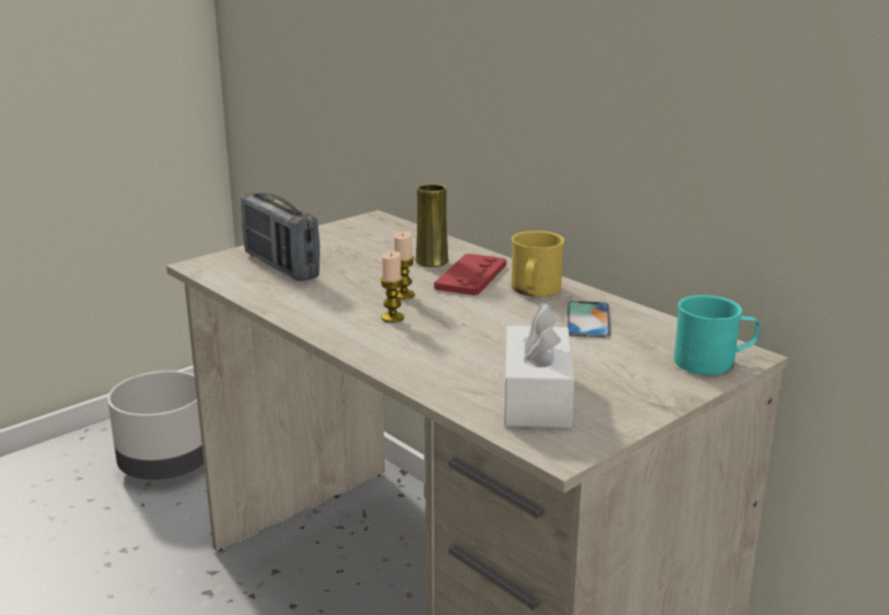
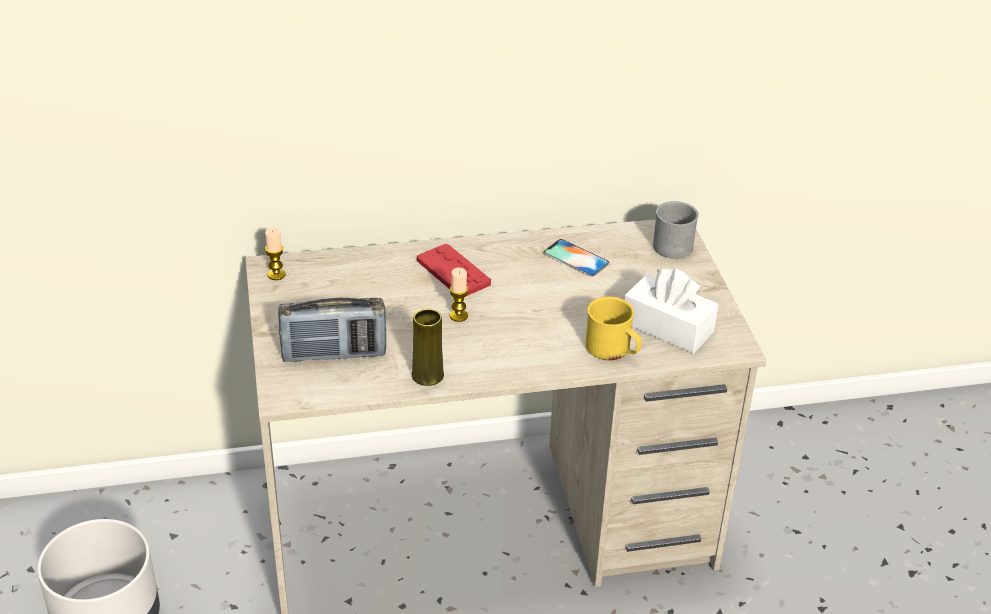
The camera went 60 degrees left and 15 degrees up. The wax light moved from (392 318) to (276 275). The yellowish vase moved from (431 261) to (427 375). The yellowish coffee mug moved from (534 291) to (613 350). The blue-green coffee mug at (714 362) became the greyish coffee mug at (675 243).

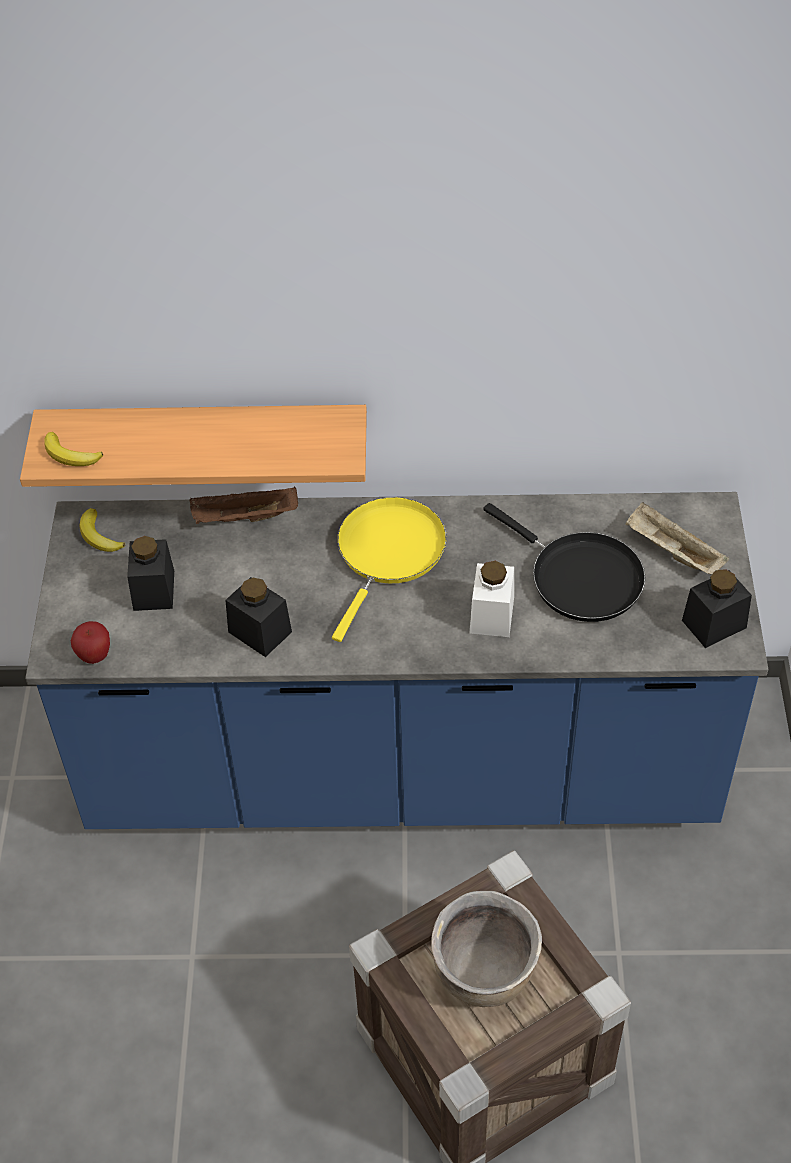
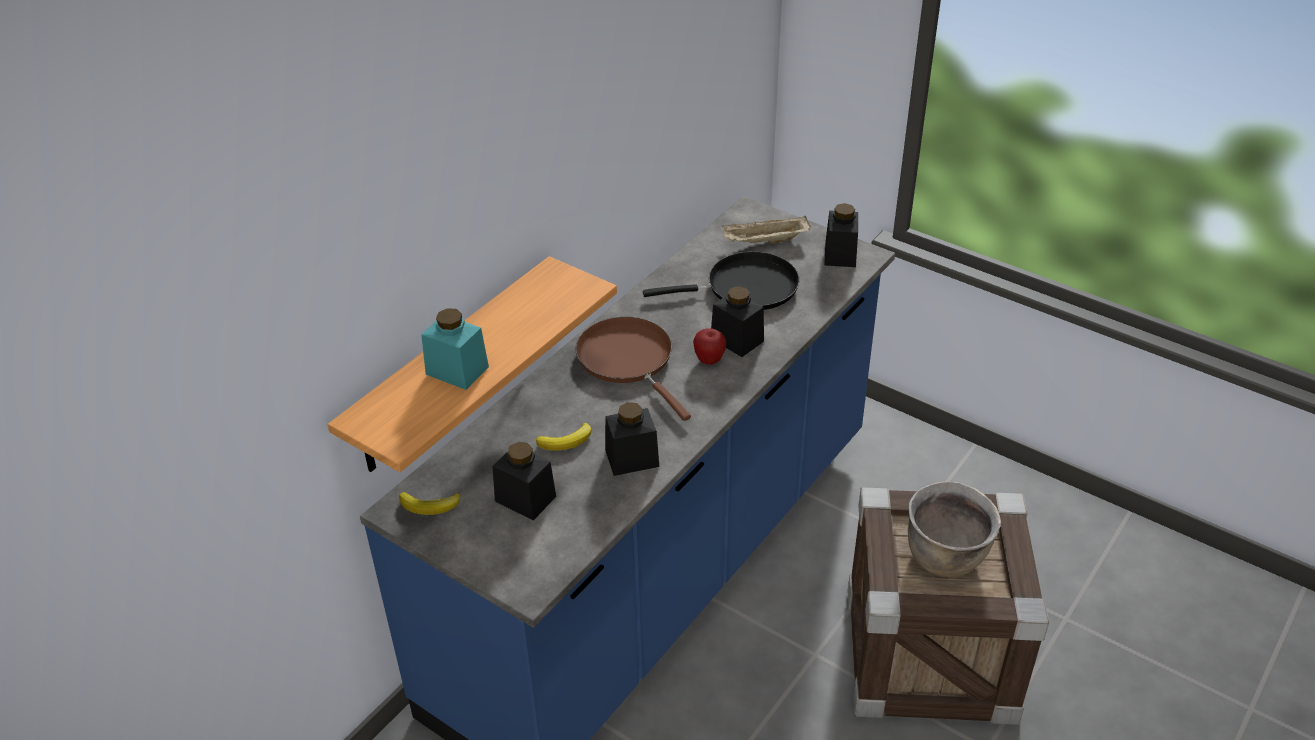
The camera went 55 degrees left and 10 degrees down. The whole banana moved from (71 455) to (567 441). The apple moved from (95 656) to (709 360). The brown-coloured tray at (244 518) disappeared. The yellowish pan at (388 553) became the brown-coloured pan at (628 360). The white-coloured storage jar at (491 615) became the black-coloured storage jar at (737 340). The blue-green storage jar at (457 370) appeared.

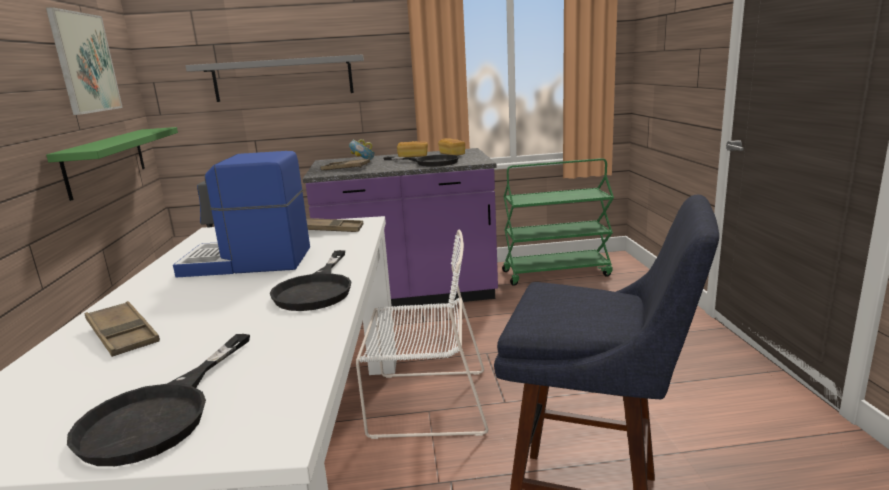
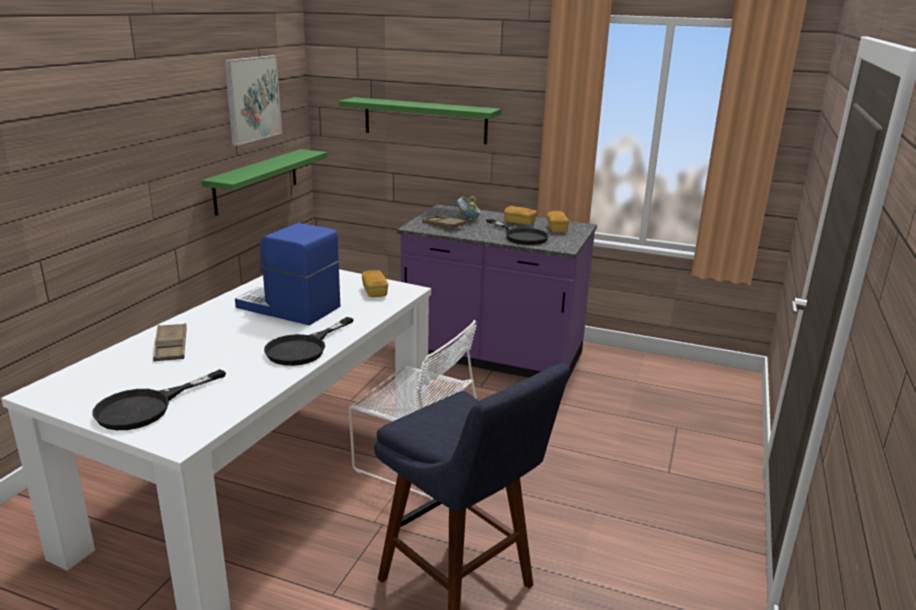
The camera went 25 degrees right and 5 degrees up. The greyish wall shelf at (283 78) became the green wall shelf at (425 120). The brown-coloured tray at (331 230) was replaced by the bakery bread at (375 292). The green trolley at (556 273) disappeared.

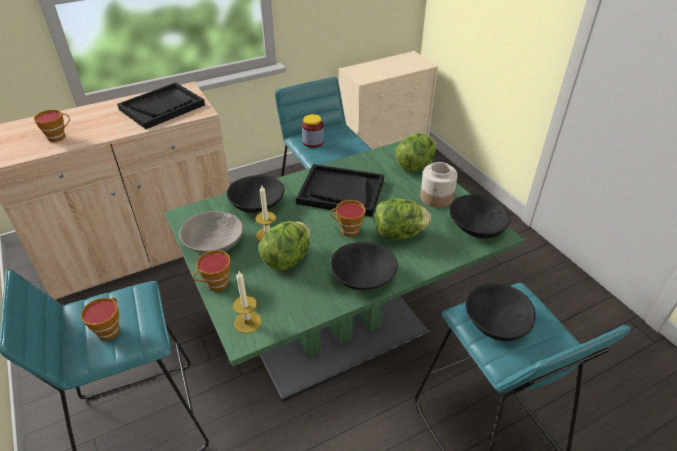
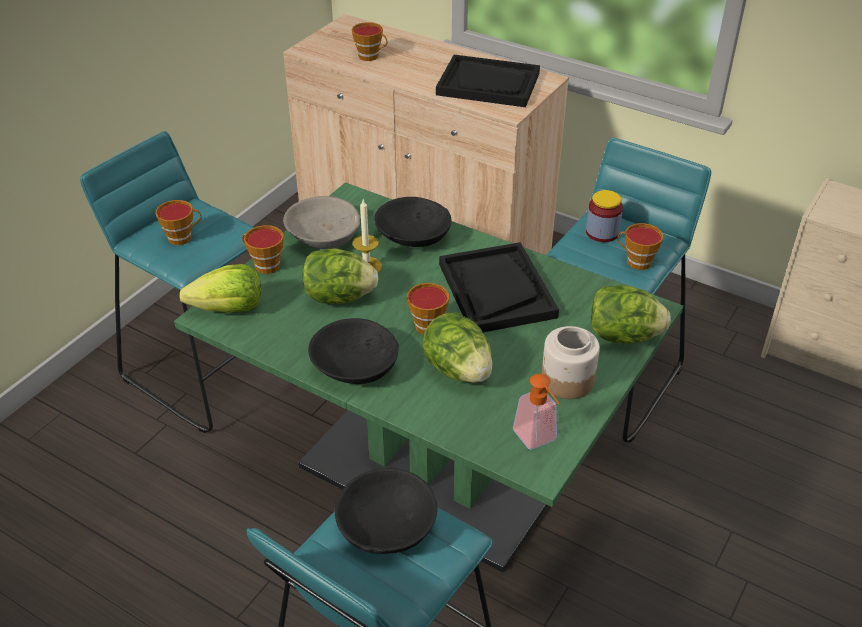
The camera went 60 degrees right and 0 degrees up. The wax light at (247 322) was replaced by the lettuce head at (228 309). The black-coloured bowl at (476 226) was replaced by the liquid soap bottle at (538 440). The drinking cup at (635 262) appeared.

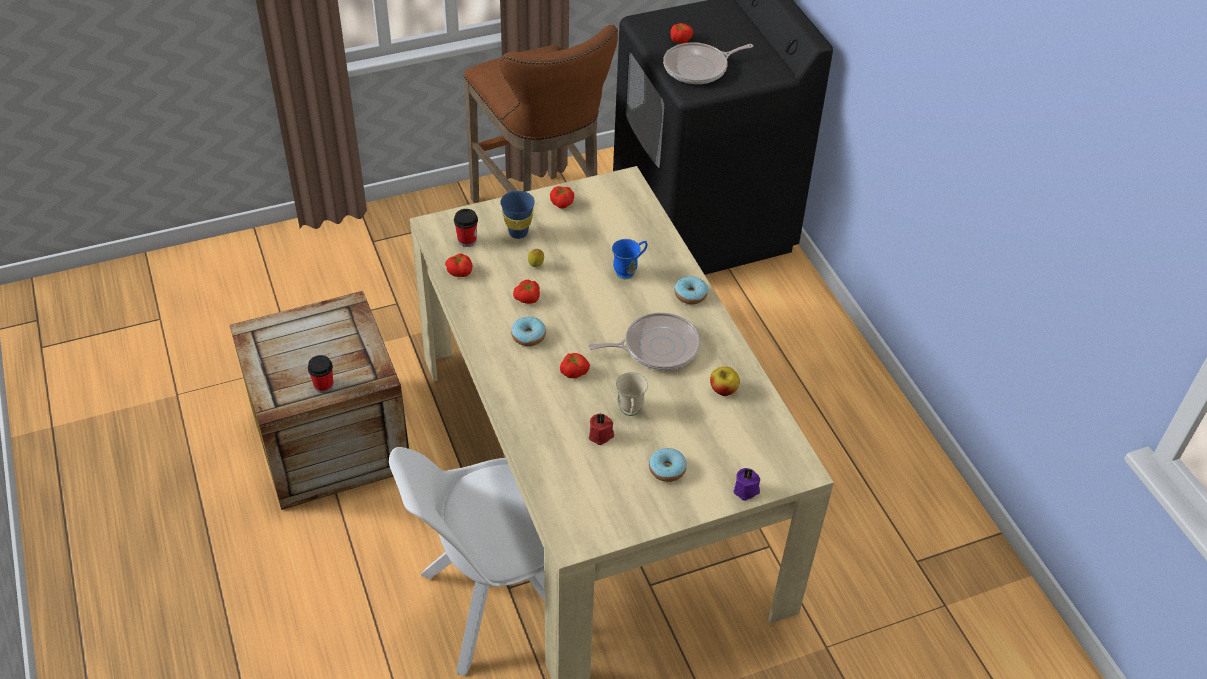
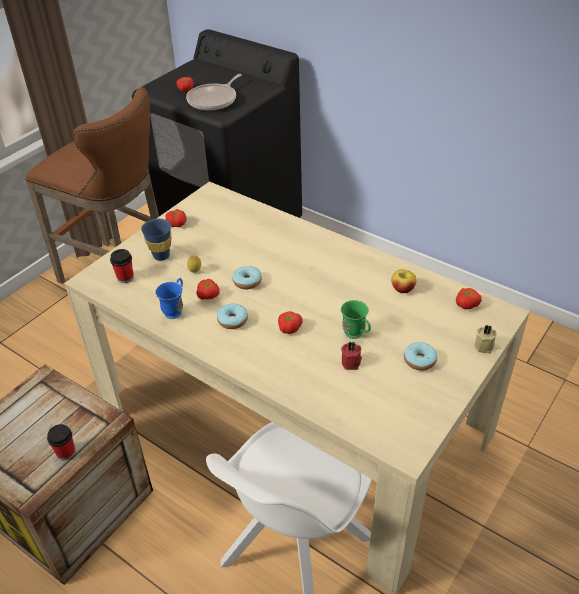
The camera went 30 degrees left and 5 degrees down. The tomato moved from (460 271) to (466 304). The pan at (656 347) disappeared. The bluish coffee mug moved from (629 271) to (175 310). The beige-coloured coffee mug at (630 412) became the green coffee mug at (356 335). The ring doughnut moved from (690 295) to (247 282). The purple wax light at (746 490) became the beige-coloured wax light at (484 346).

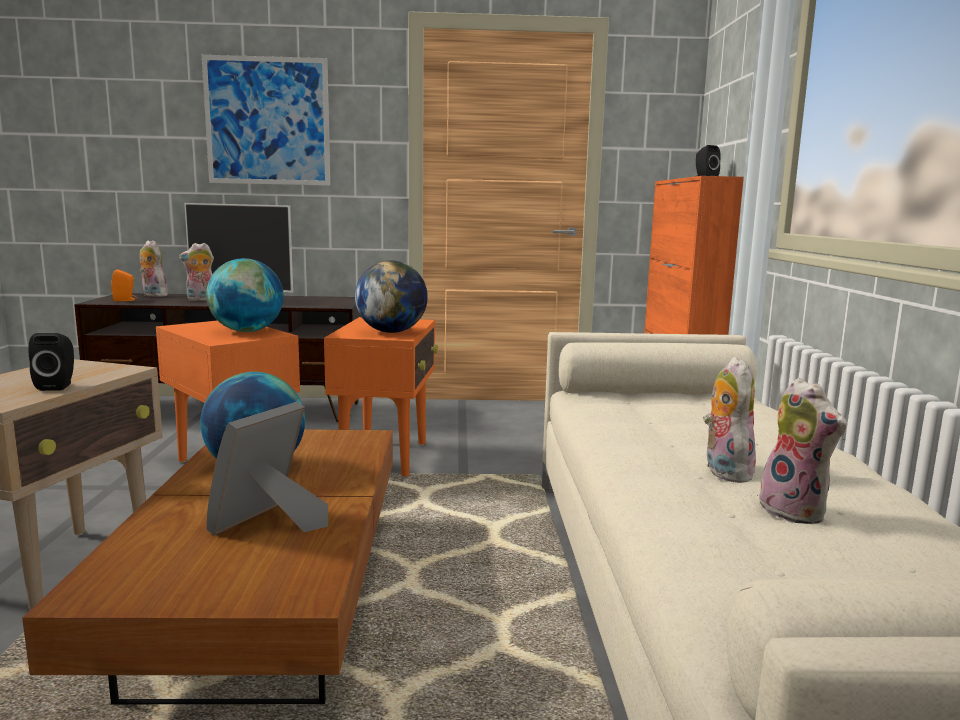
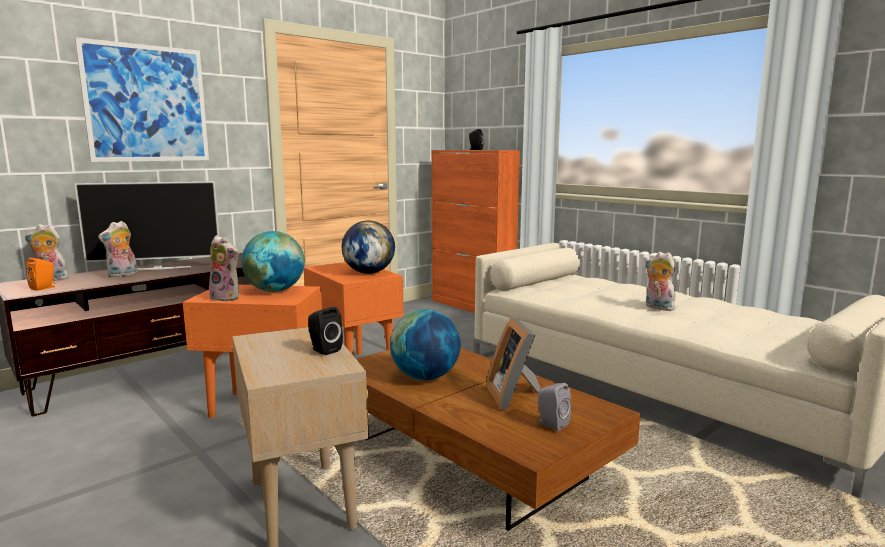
The camera went 40 degrees left and 0 degrees up. The soft toy moved from (796 512) to (227 297). The greyish loudspeaker at (551 424) appeared.

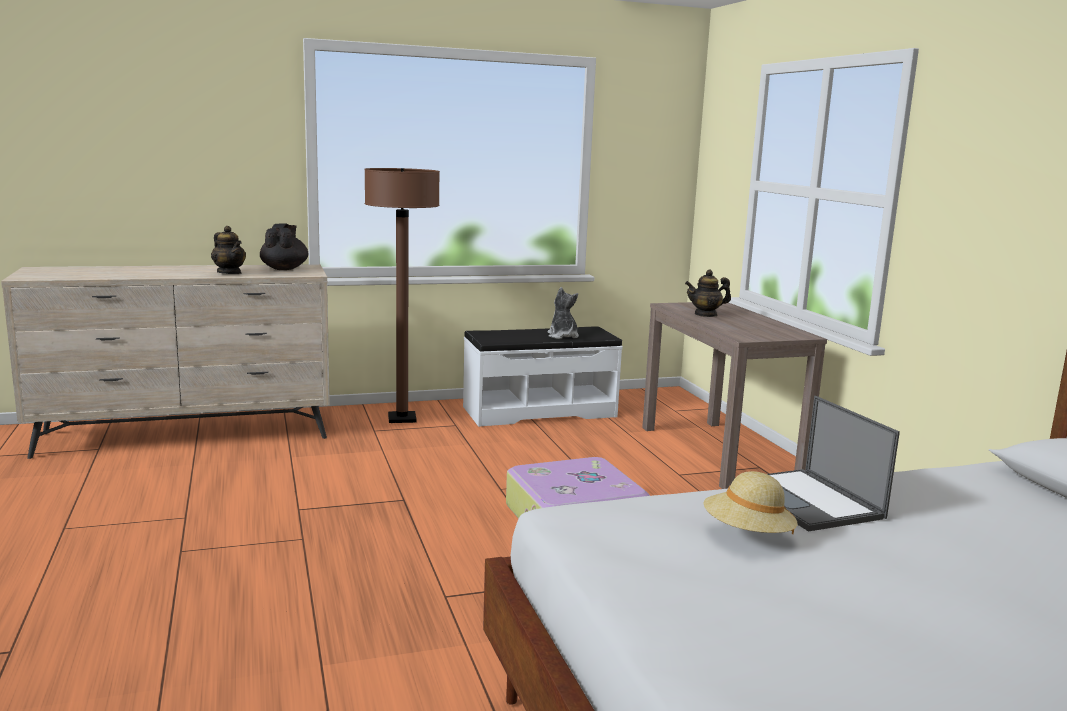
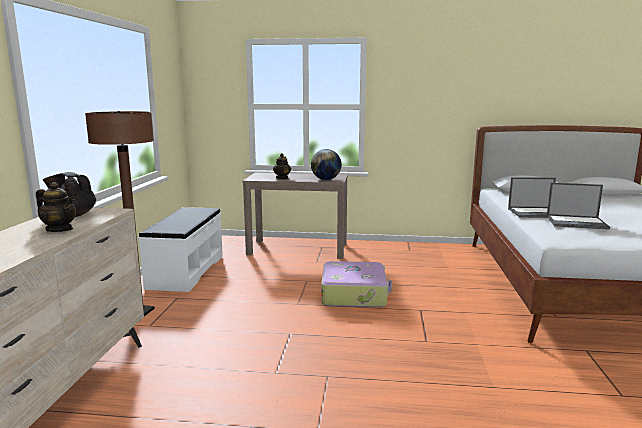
The camera went 65 degrees left and 0 degrees up. The pot for tea at (229 273) turned 45 degrees clockwise. The soft toy at (562 336) disappeared. The beige-coloured clothing hat at (747 534) was replaced by the laptop at (577 222). The desk globe at (326 179) appeared.

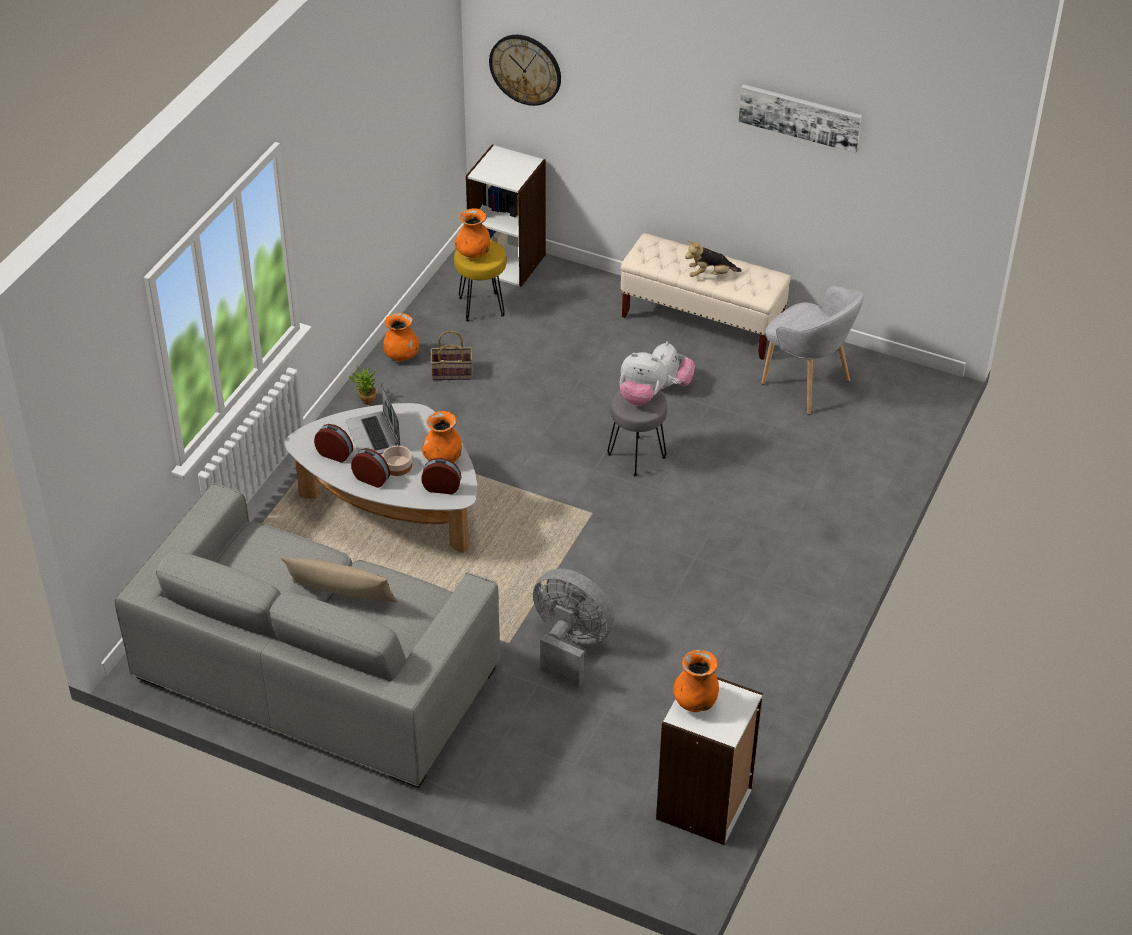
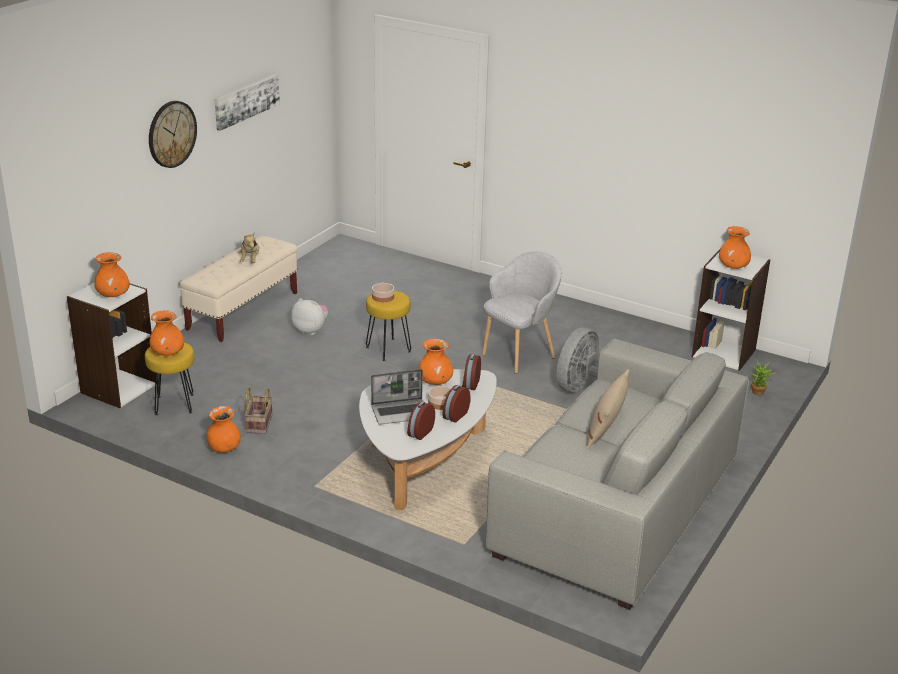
The camera went 85 degrees left and 15 degrees down. The plant in a pot moved from (365 401) to (759 393). The hanging clock moved from (525 69) to (171 134). The greyish stool at (636 455) became the yellowish stool at (387 349). The soft toy at (640 396) was replaced by the bowl at (383 297). The greyish lounge chair moved from (807 385) to (519 355). The orangey vase at (113 295) appeared.

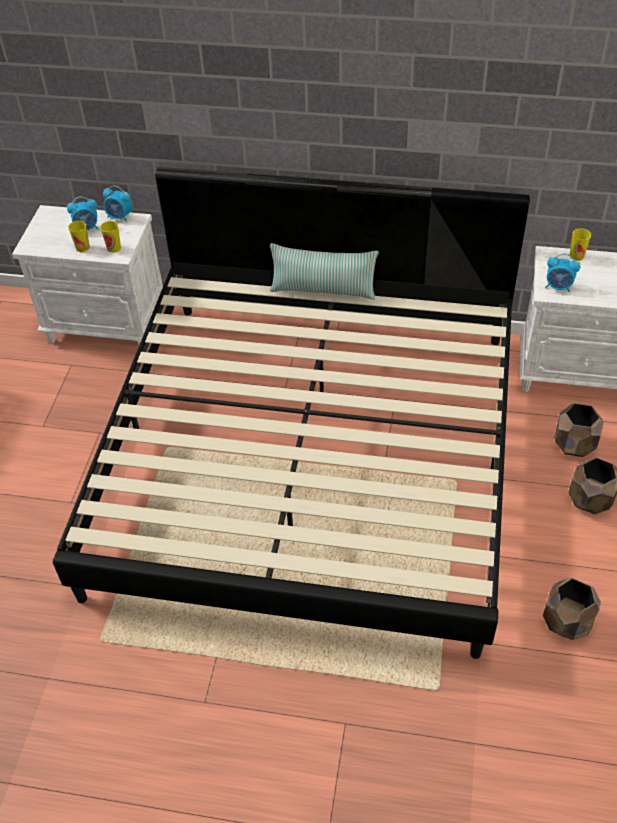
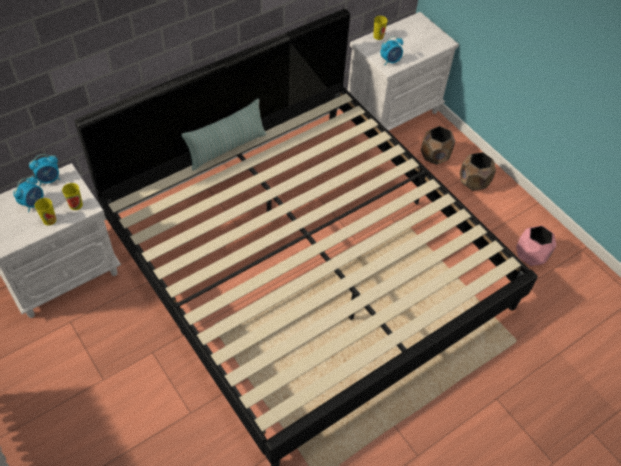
The camera went 50 degrees left and 5 degrees up. The brown-coloured plant pot at (567 622) became the pinkish plant pot at (531 255).

